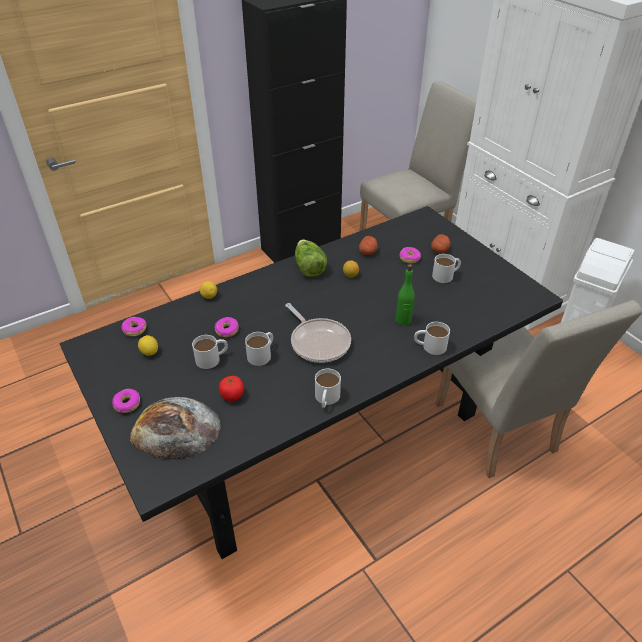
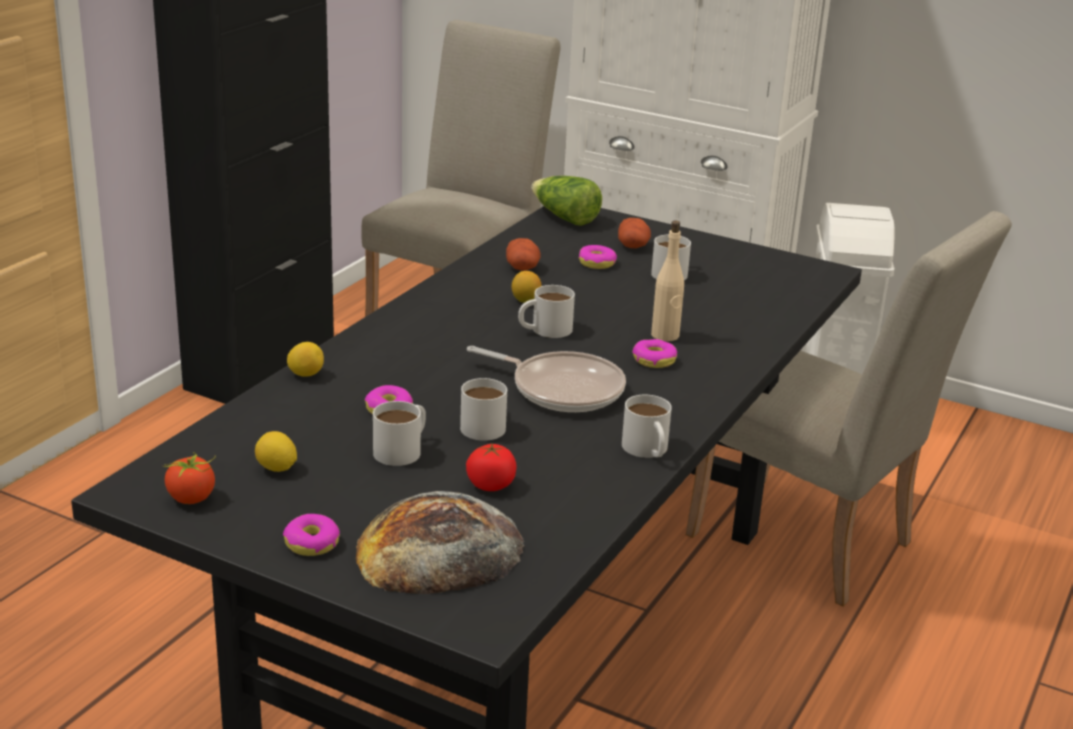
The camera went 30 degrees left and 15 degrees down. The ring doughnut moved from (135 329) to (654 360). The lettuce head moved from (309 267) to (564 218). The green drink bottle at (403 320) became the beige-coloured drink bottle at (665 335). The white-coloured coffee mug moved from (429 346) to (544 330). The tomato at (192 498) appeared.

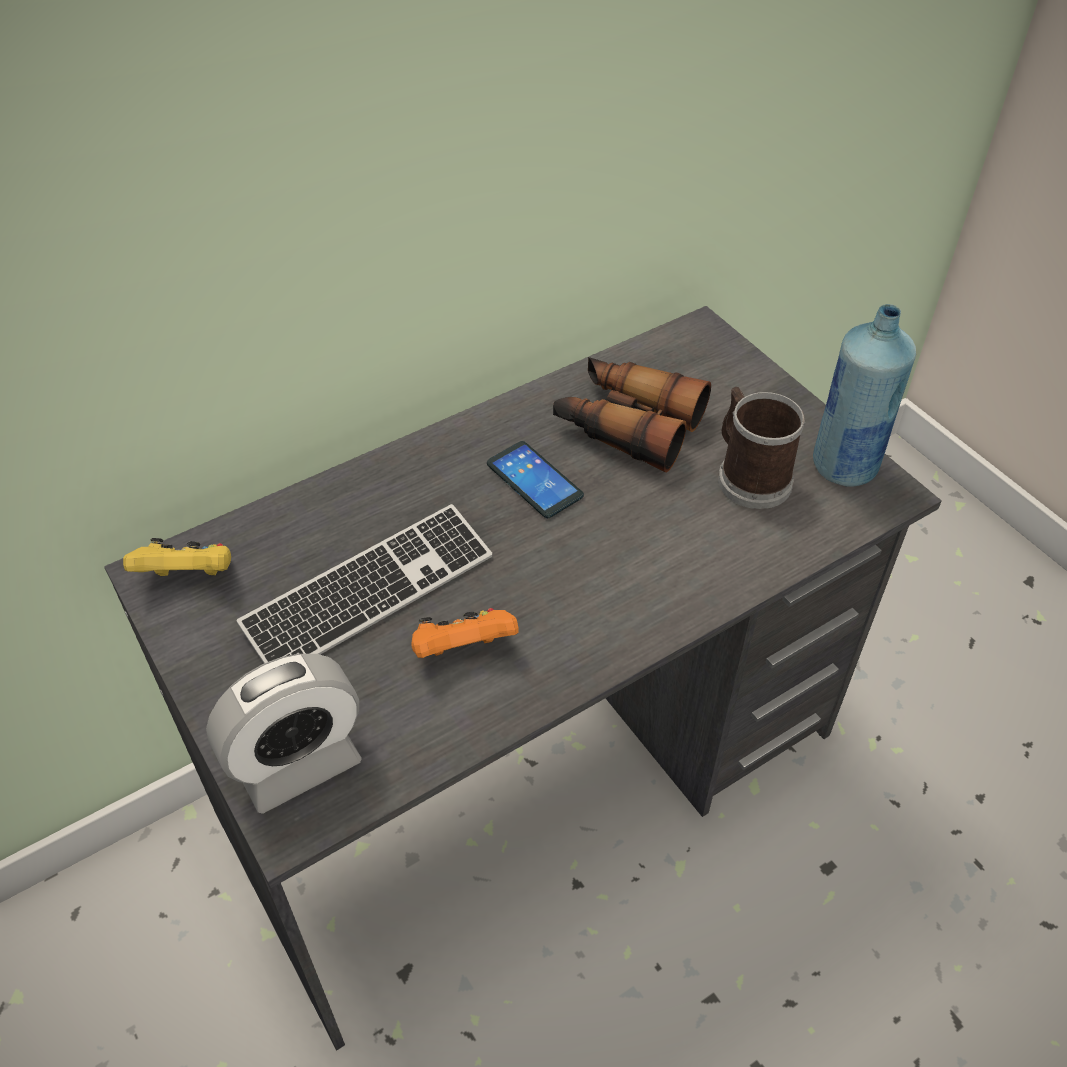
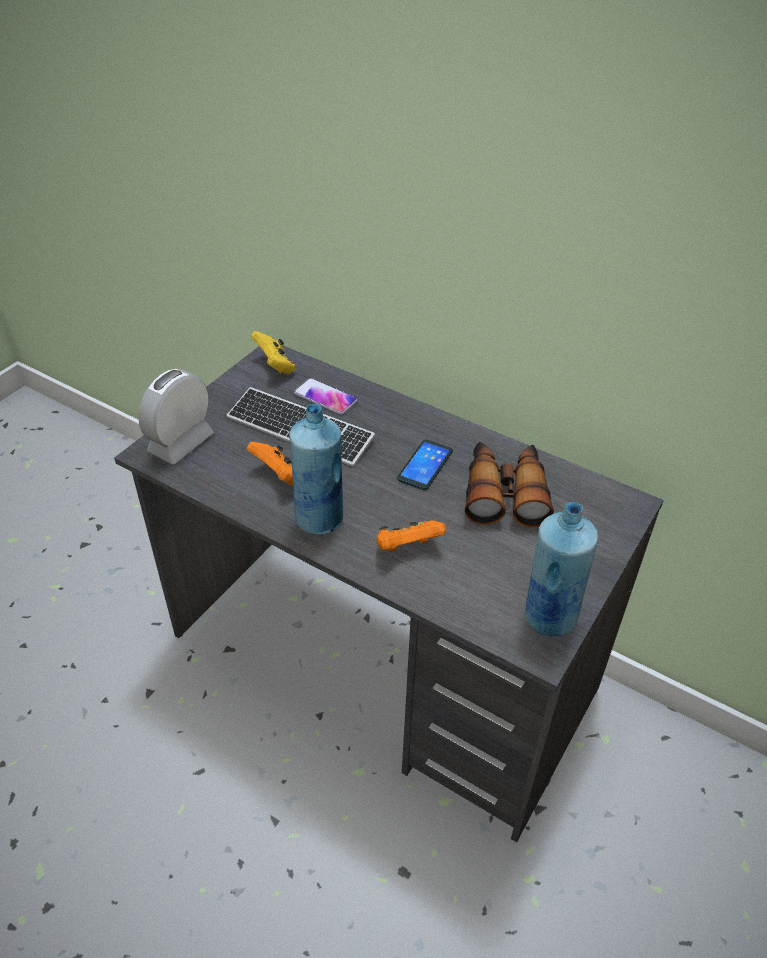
The camera went 65 degrees right and 5 degrees down. The bedside clock at (298 764) turned 90 degrees clockwise. The coffee mug at (749 476) disappeared. The bluish drink bottle at (319 519) appeared. The handset at (325 397) appeared. The orangey game controller at (407 548) appeared.

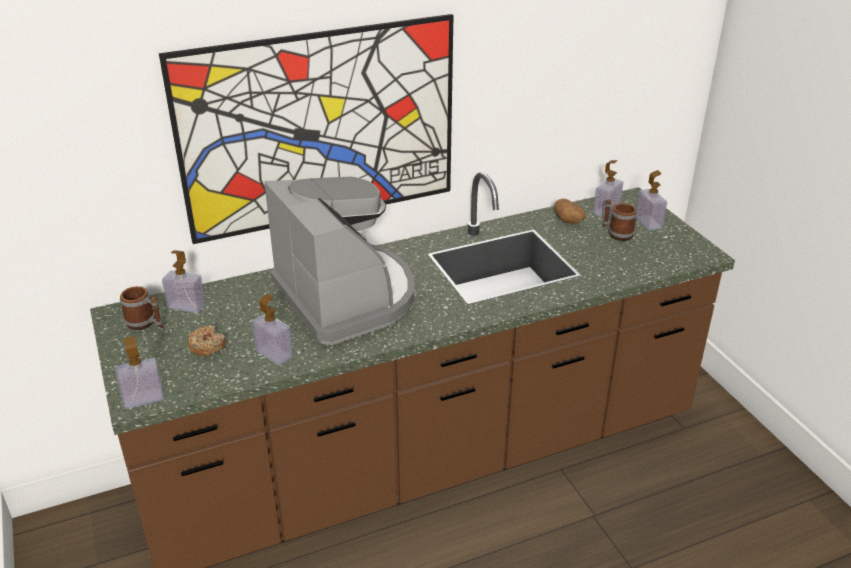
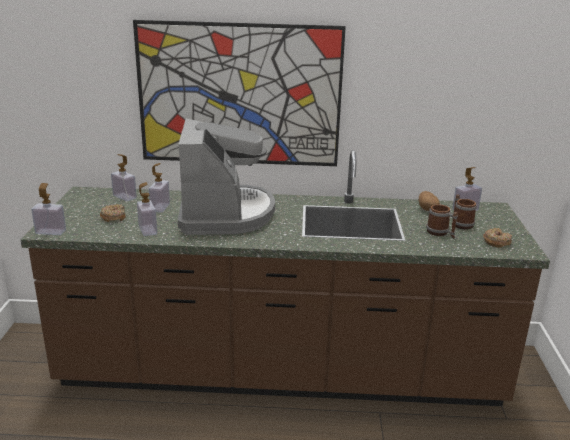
The camera went 25 degrees right and 10 degrees down. The coffee mug moved from (145 323) to (440 233). The liquid soap bottle moved from (648 222) to (160 207). The ring doughnut at (496 242) appeared.

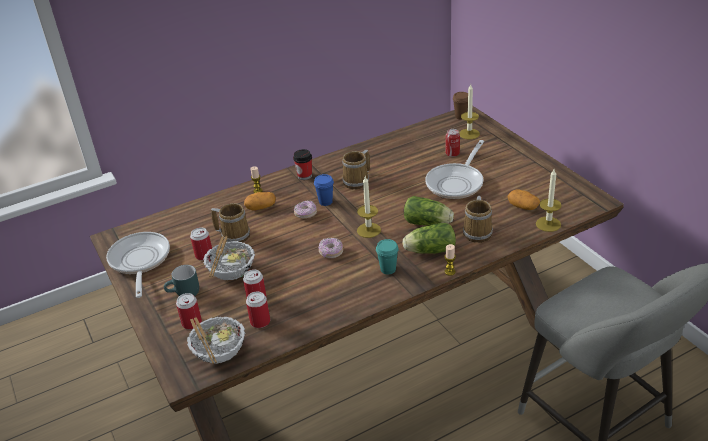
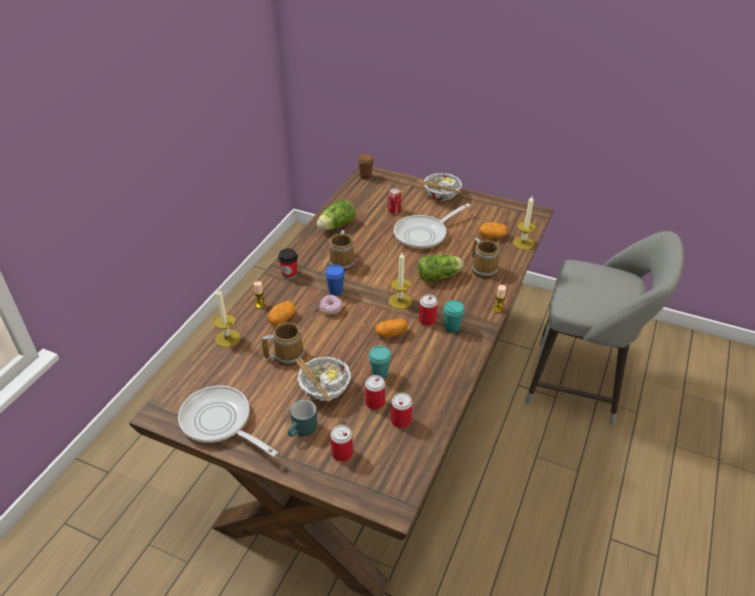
The camera went 40 degrees left and 5 degrees up. The bowl moved from (219 353) to (441 196). The sealed can moved from (204 255) to (427 320). The ring doughnut at (331 252) was replaced by the spud at (391 333). The lettuce head moved from (428 251) to (335 226). The pan at (457 183) turned 60 degrees clockwise. The wax light moved from (469 134) to (227 338). The blue-green drinking cup at (379 374) appeared.

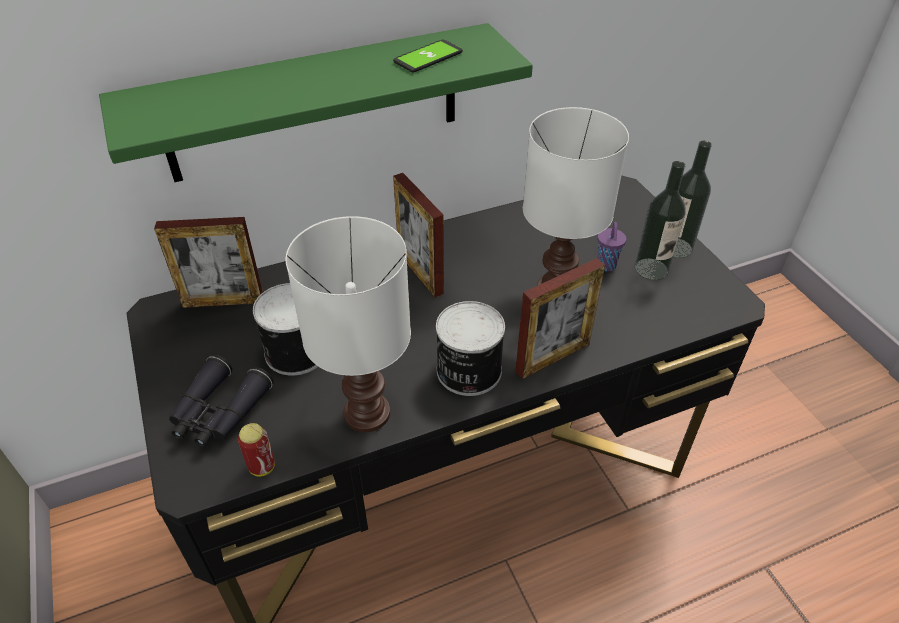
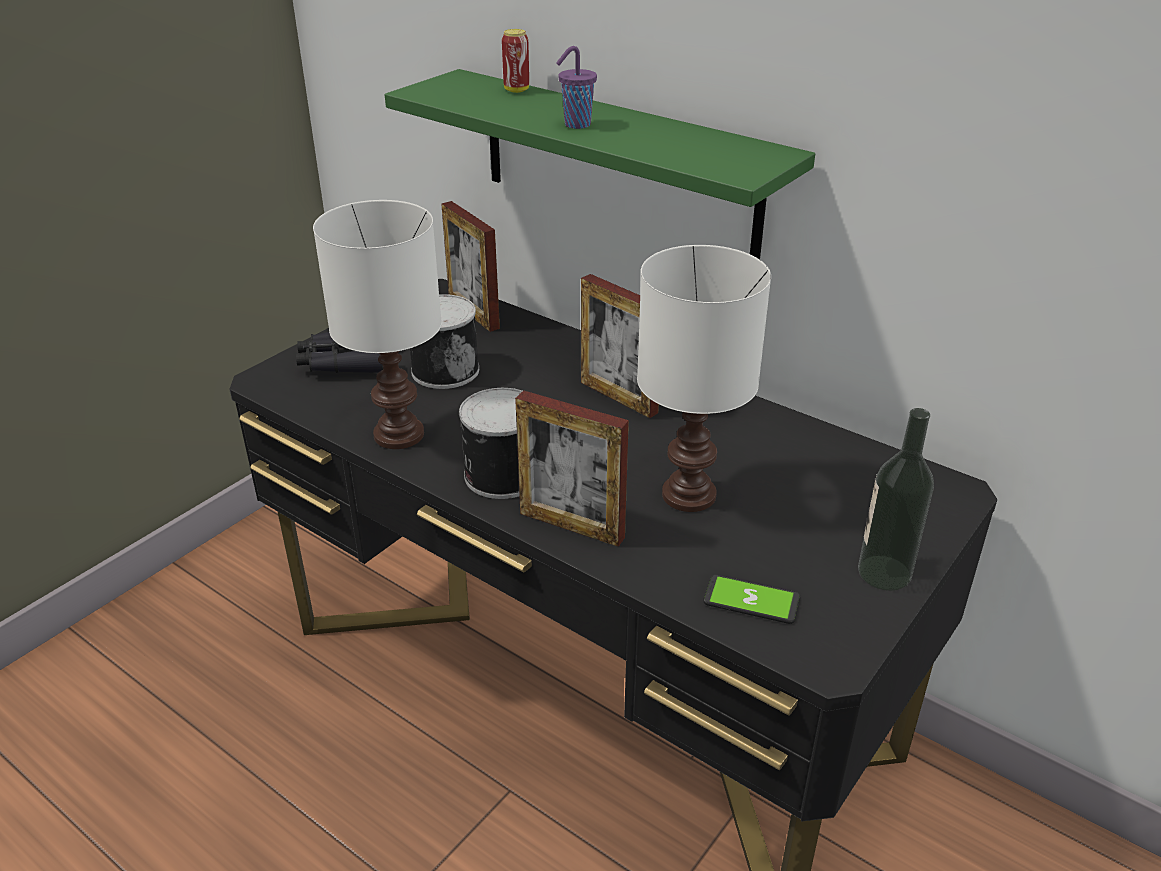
The camera went 60 degrees right and 10 degrees down. The sealed can moved from (262 467) to (516 90). The handset moved from (428 57) to (751 600). The photo frame at (420 273) turned 75 degrees counterclockwise. The purple drinking cup moved from (606 266) to (576 125). The drink bottle at (651 269) disappeared.

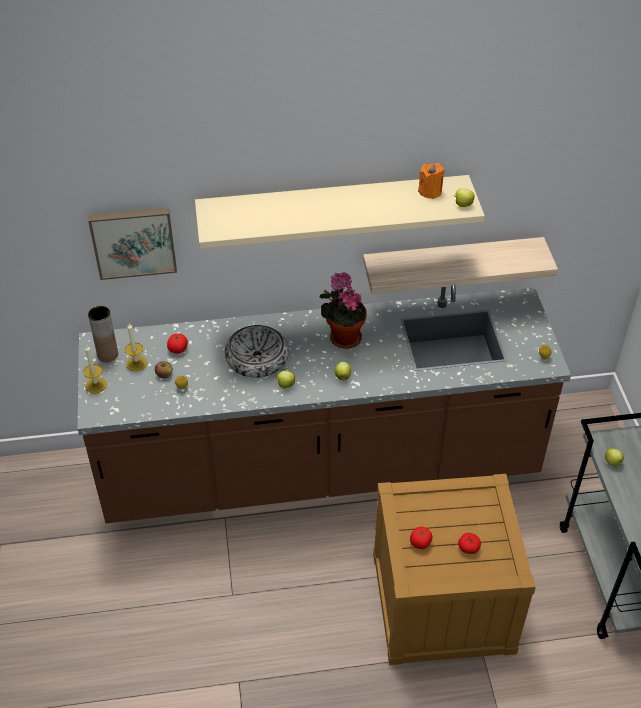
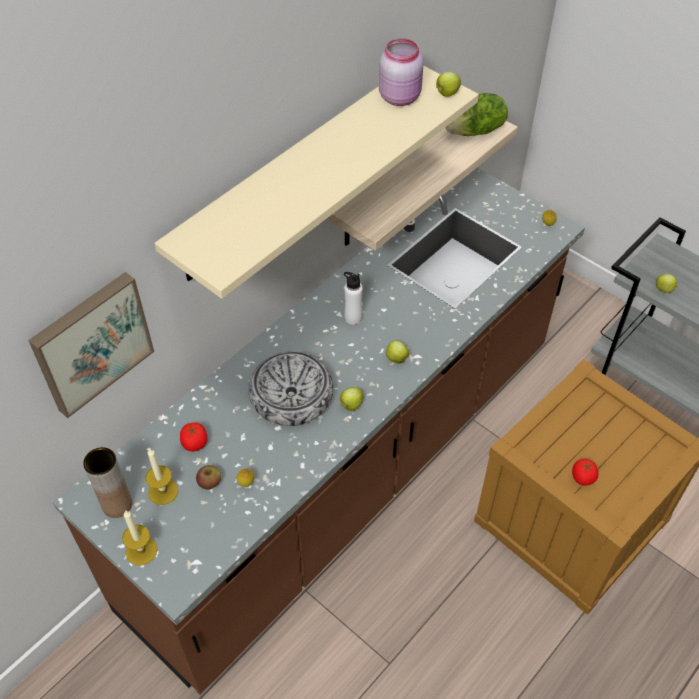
The camera went 40 degrees left and 5 degrees up. The plant in a pot at (342 337) was replaced by the white-coloured drink bottle at (353 318). The orangey wax light at (430 191) was replaced by the pinkish storage jar at (400 97). The tomato at (468 548) disappeared. The lettuce head at (476 131) appeared.

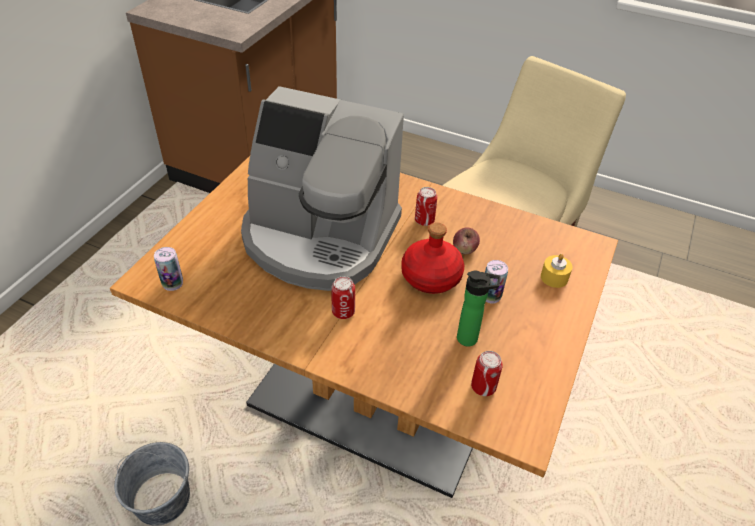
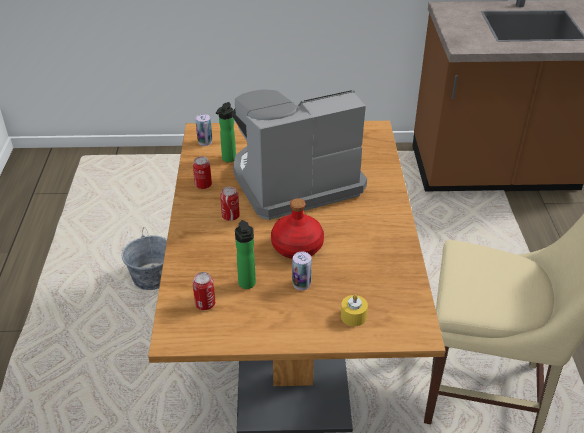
The camera went 65 degrees right and 5 degrees down. The coffee maker at (319 237) turned 75 degrees clockwise. The sealed can moved from (424 220) to (203 185). The apple at (464 249) disappeared. The drink bottle at (228 160) appeared.

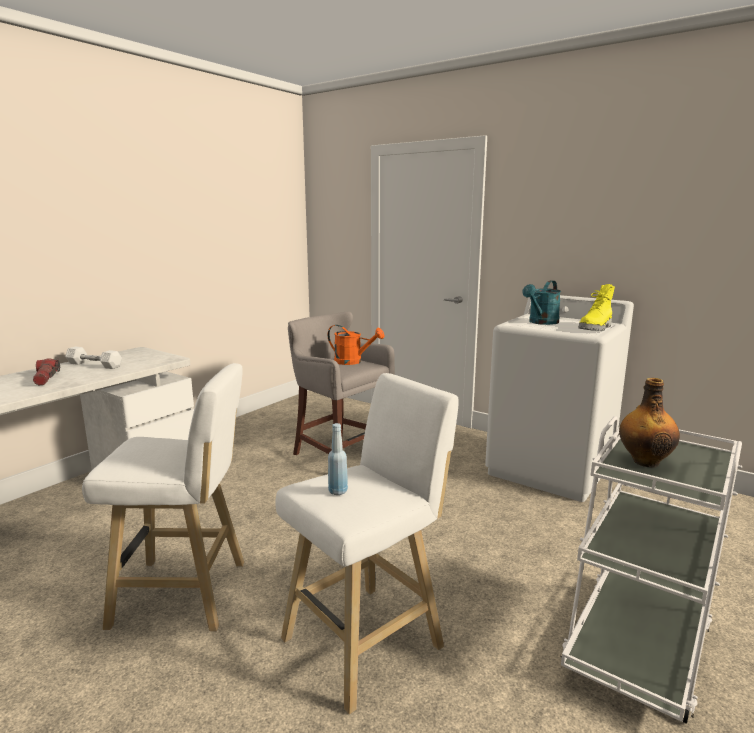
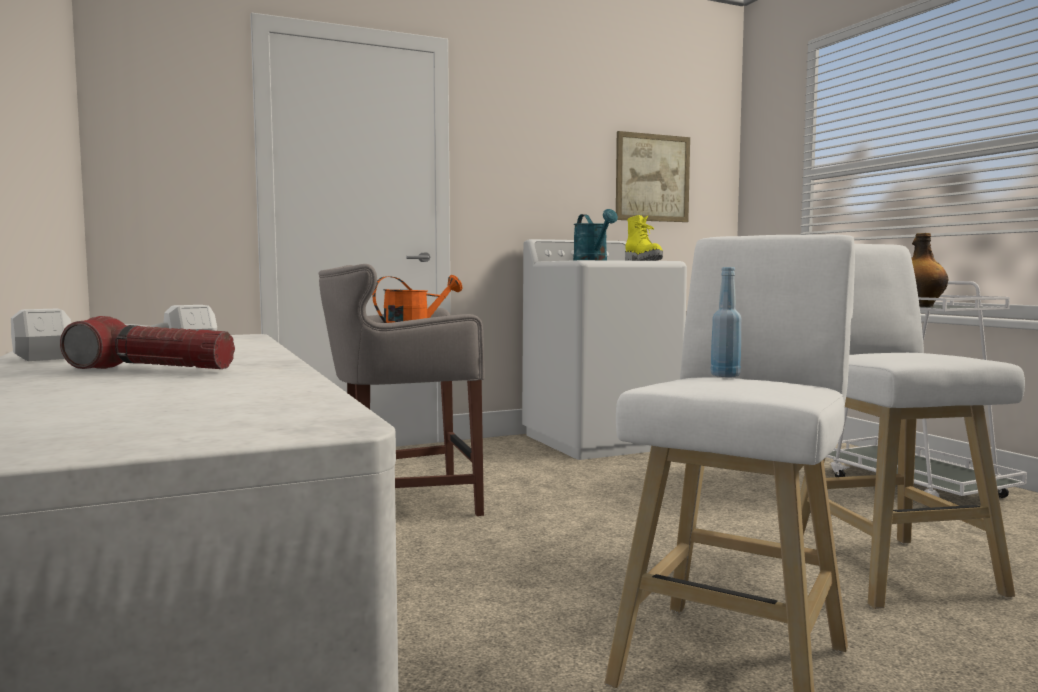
The camera went 60 degrees left and 10 degrees down. The bluish drink bottle moved from (338 491) to (725 375). The picture at (652 178) appeared.

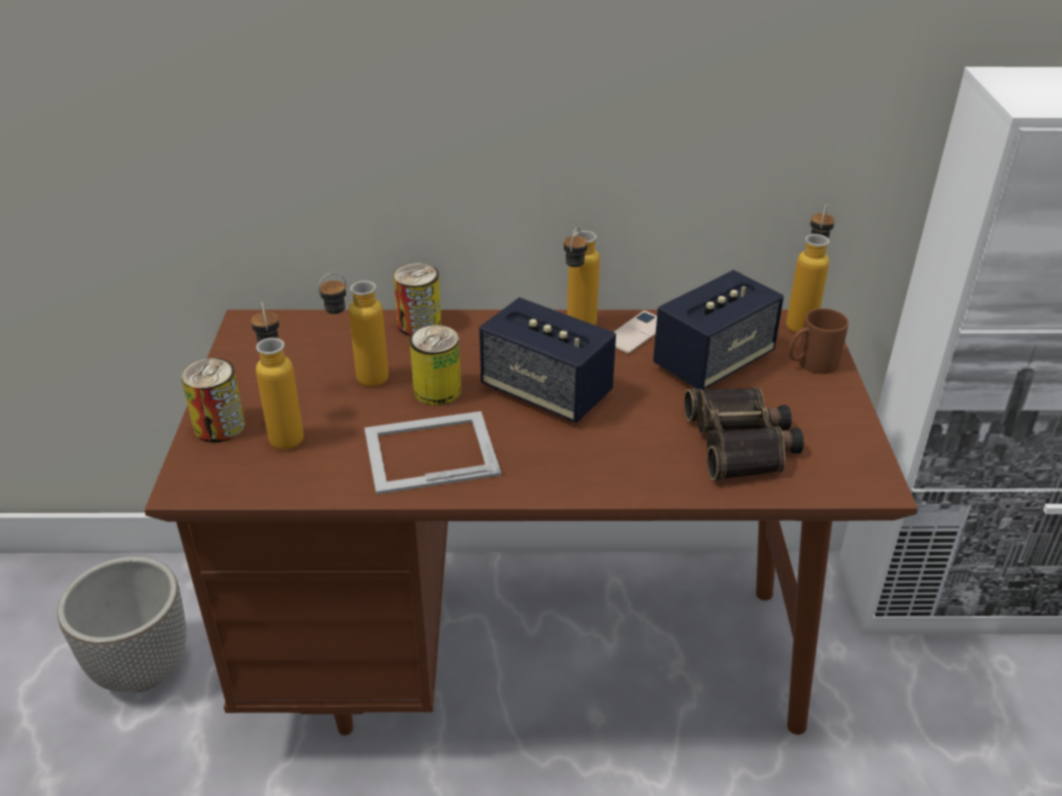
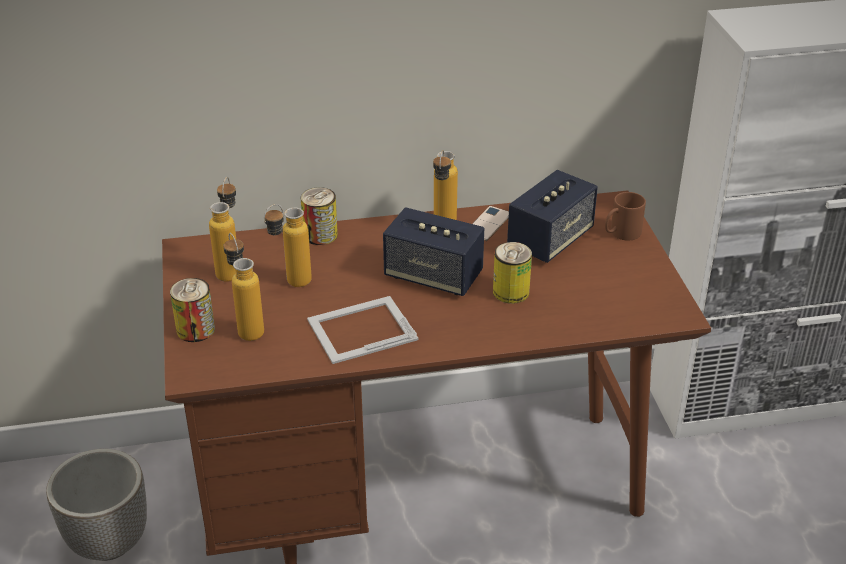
The camera went 10 degrees left and 0 degrees up. The sealed can moved from (437 391) to (511 292). The binoculars at (742 443) disappeared. The drink bottle moved from (802 321) to (231 269).

